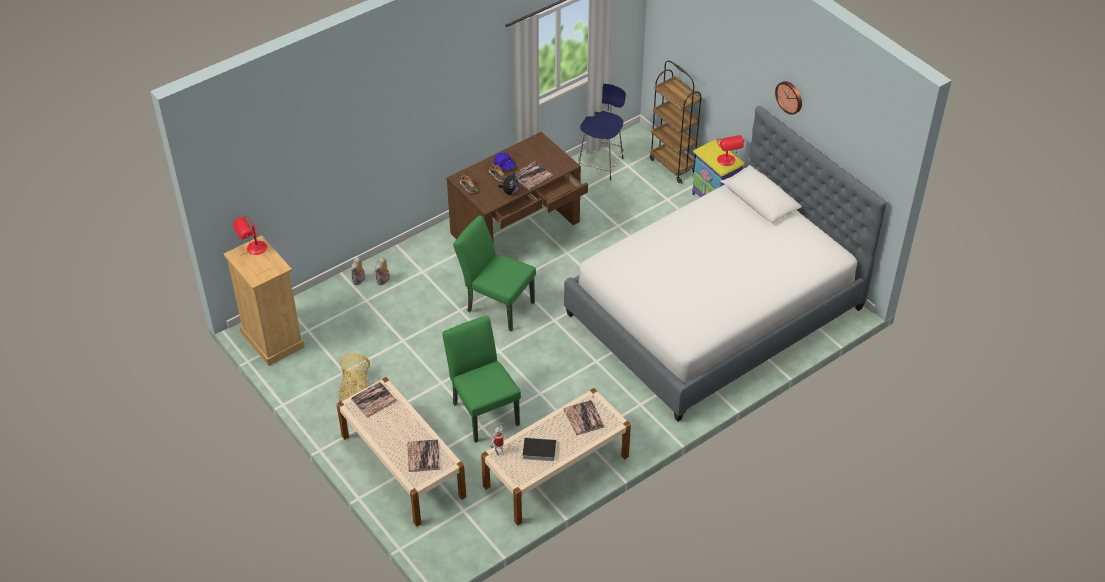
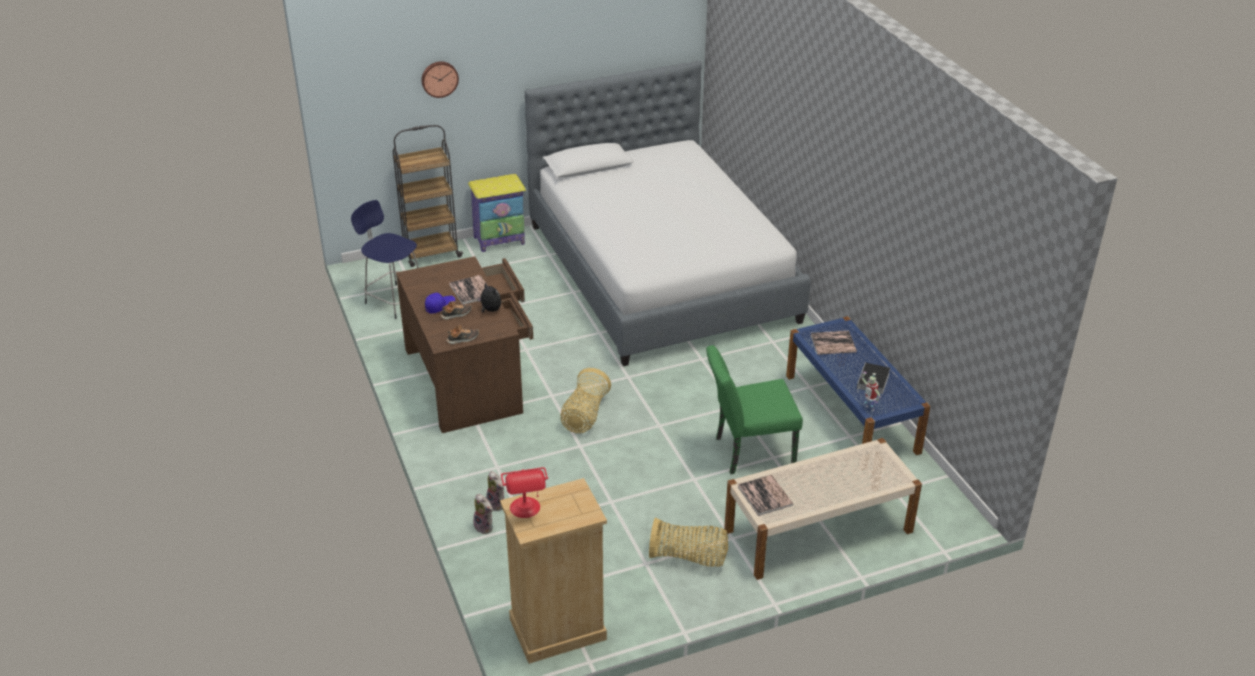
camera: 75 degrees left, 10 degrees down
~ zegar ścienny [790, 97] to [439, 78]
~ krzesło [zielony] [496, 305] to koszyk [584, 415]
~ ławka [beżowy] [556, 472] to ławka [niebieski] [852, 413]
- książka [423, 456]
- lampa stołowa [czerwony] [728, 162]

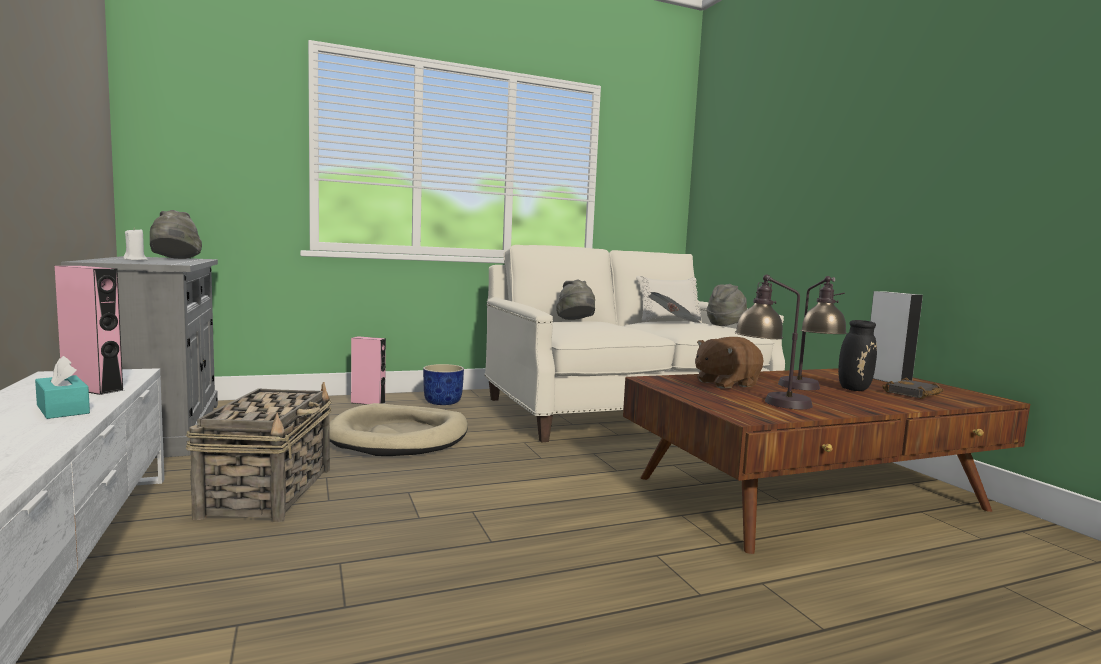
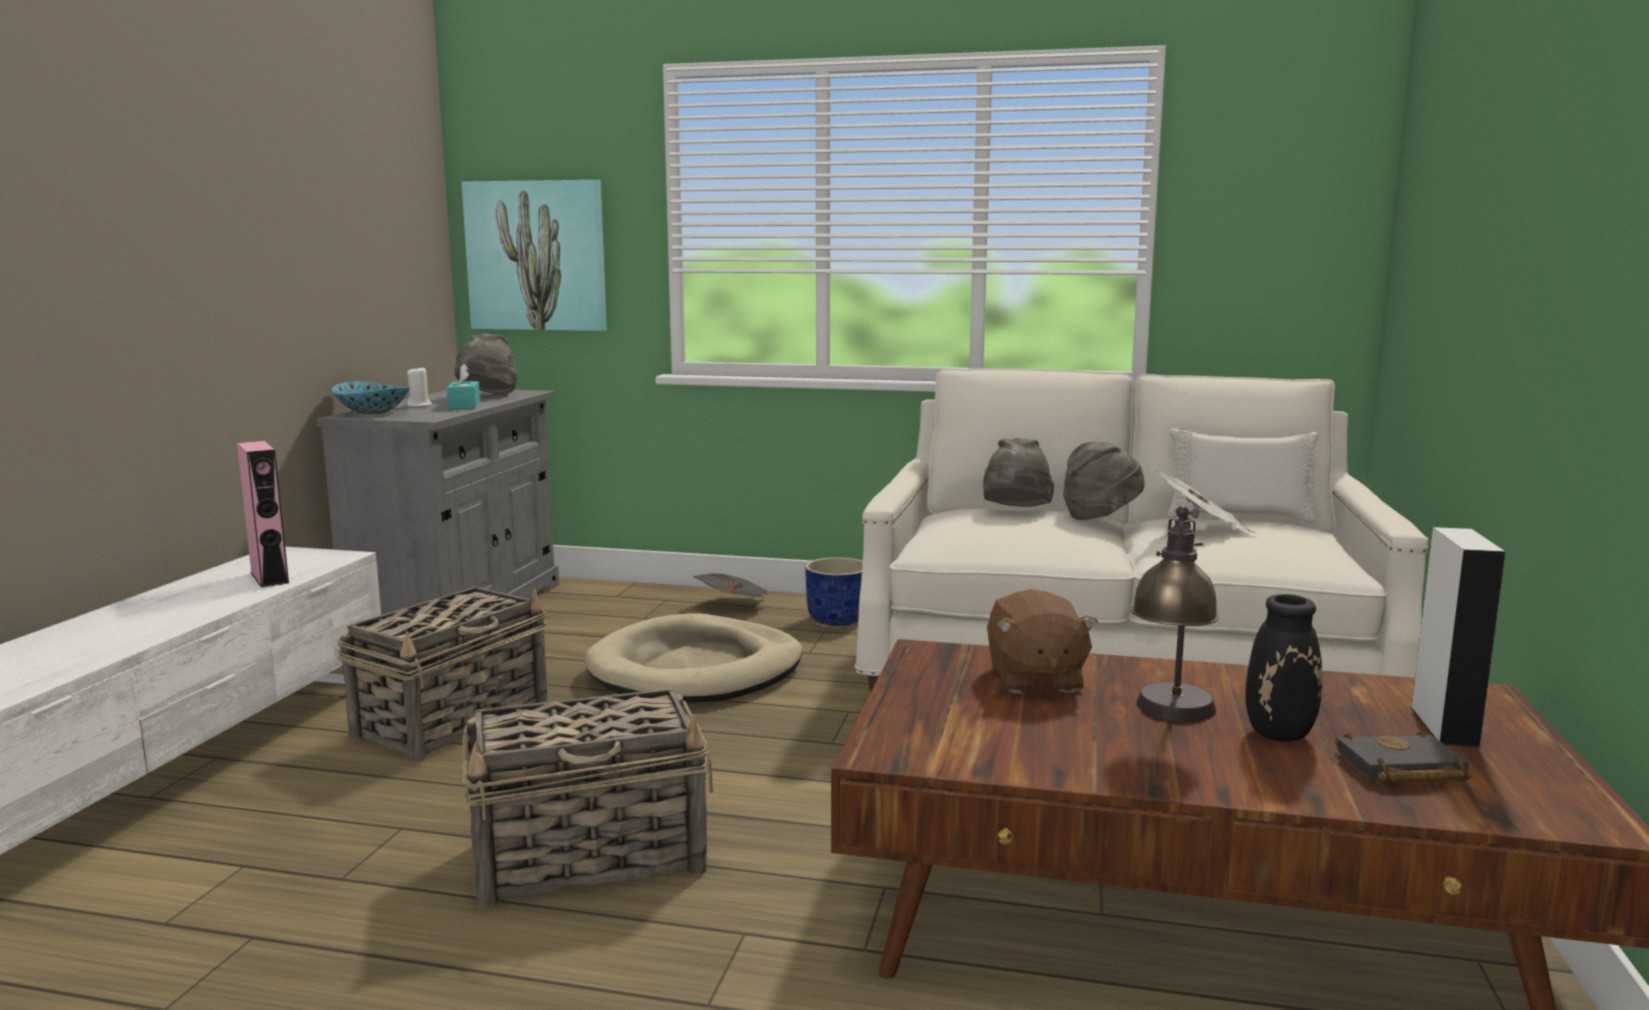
camera: 35 degrees right, 5 degrees up
+ miska [373, 412]
~ pudełko chusteczek [turkusowy] [63, 409] to [464, 405]
+ obraz [536, 256]
+ koszyk [592, 857]
~ głośnik [różowy] [368, 402] to gazeta [734, 606]
~ pluszak [brązowy] [725, 383] = [1034, 679] 105 degrees counterclockwise
~ kapelusz [szary] [725, 324] to [1100, 517]
- lampa stołowa [770, 402]

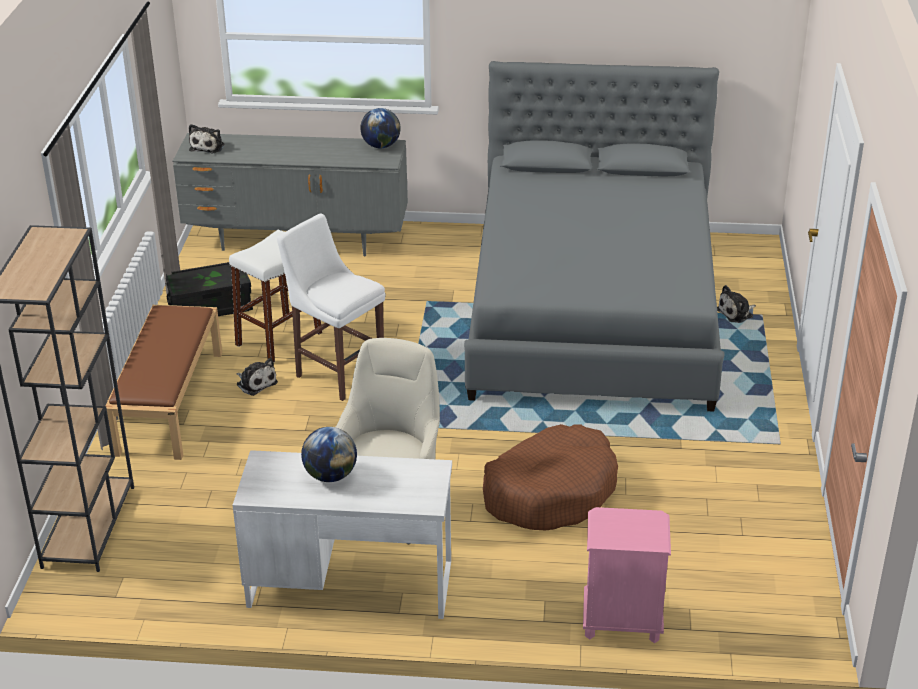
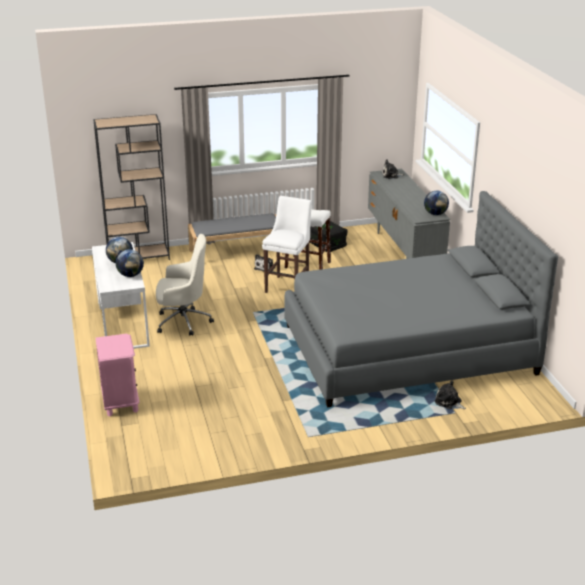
camera: 70 degrees right, 5 degrees down
+ globus [130, 275]
~ ławka [brązowy] [169, 401] to ławka [szary] [237, 252]
- legowisko [brązowy] [550, 492]

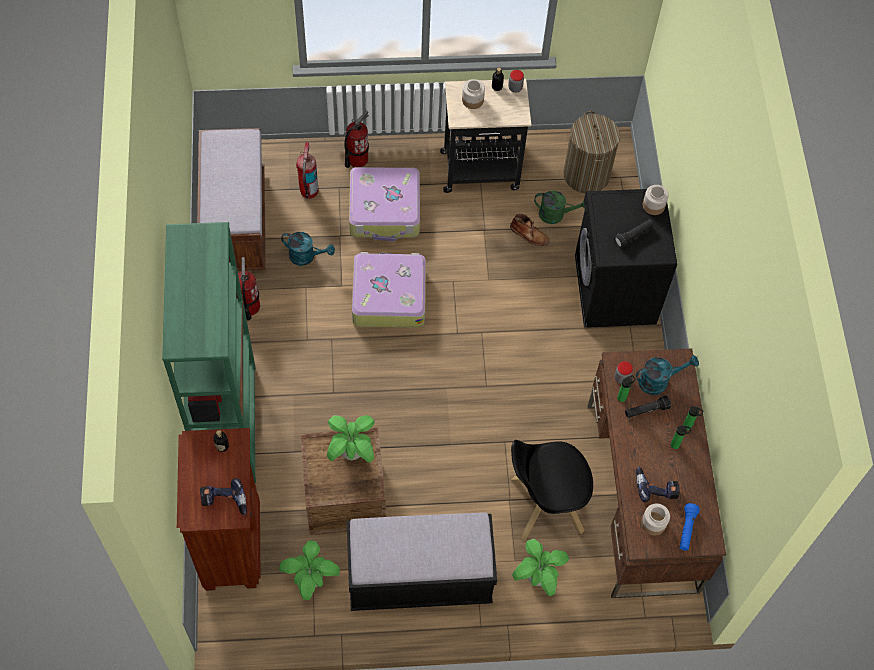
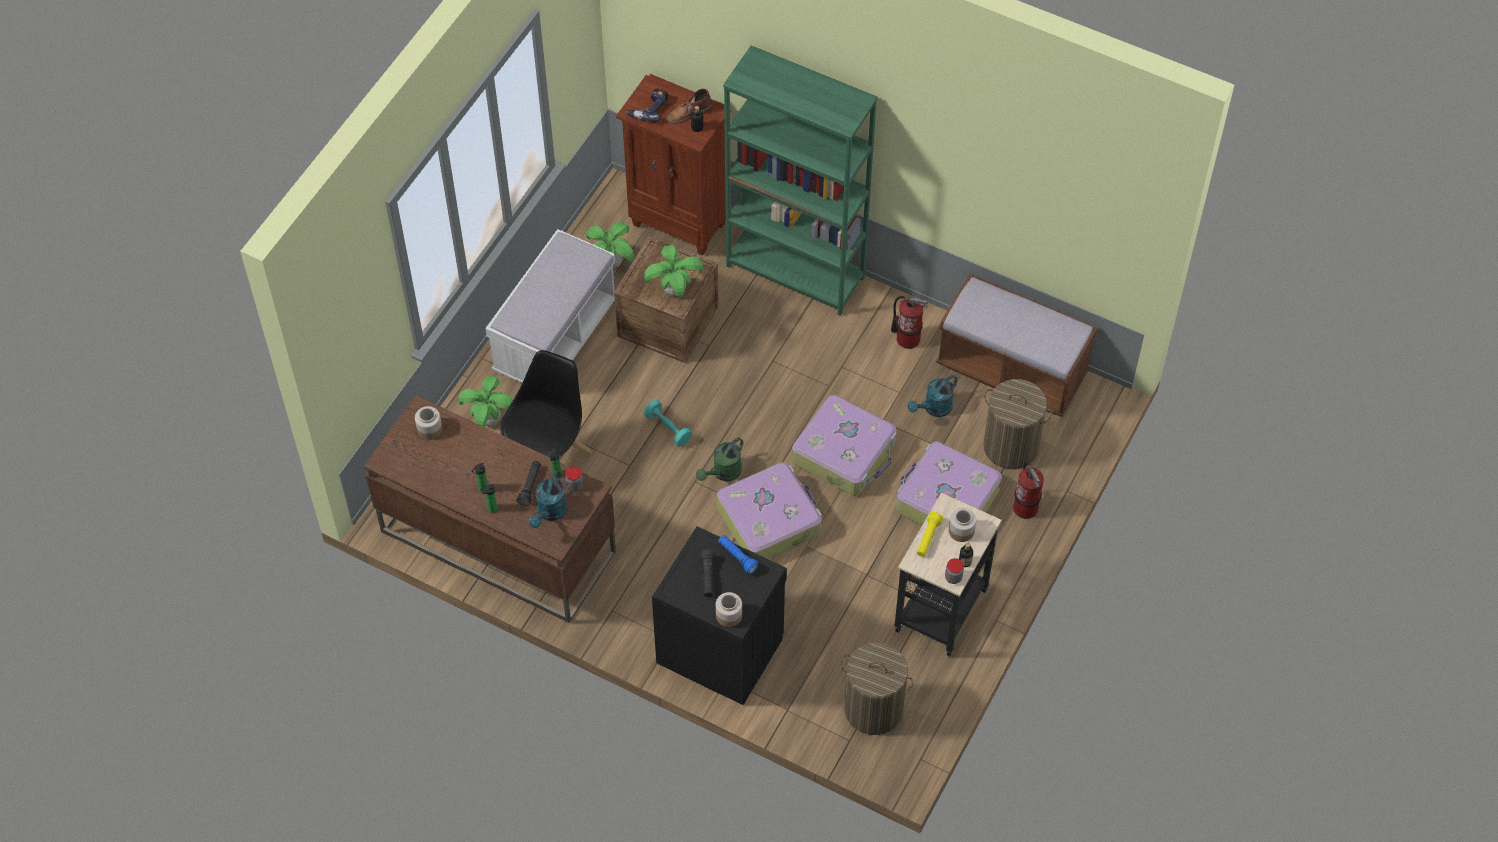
camera: 125 degrees right, 5 degrees down
~ ławka [czarny] [419, 577] to ławka [biały] [555, 337]
+ hantel [turkusowy] [668, 428]
~ but z cholewką [brązowy] [529, 235] to [688, 112]
~ konewka [zielony] [556, 214] to [723, 473]
+ walizka [769, 520]
~ latarka [niebieski] [687, 529] to [737, 557]
+ latarka [żółty] [928, 538]
~ gaśnica [308, 191] to kosz na pranie [1011, 446]
- wiertarka [656, 486]

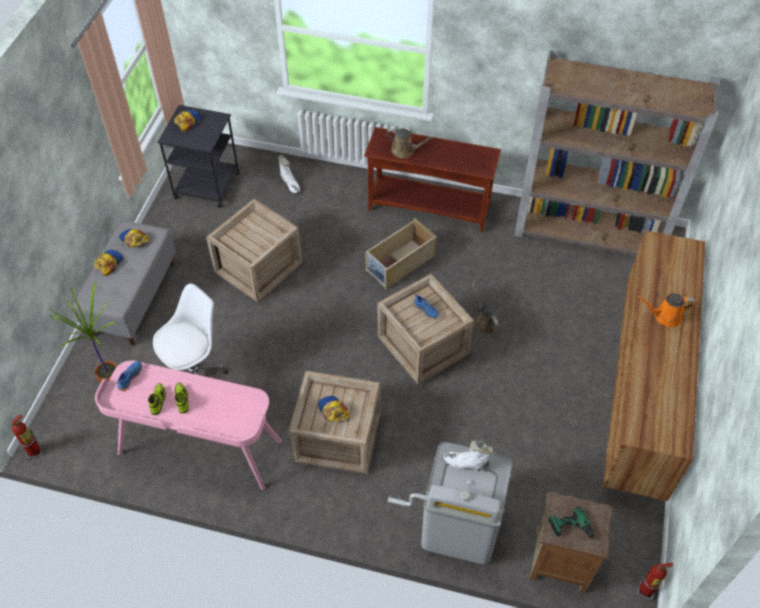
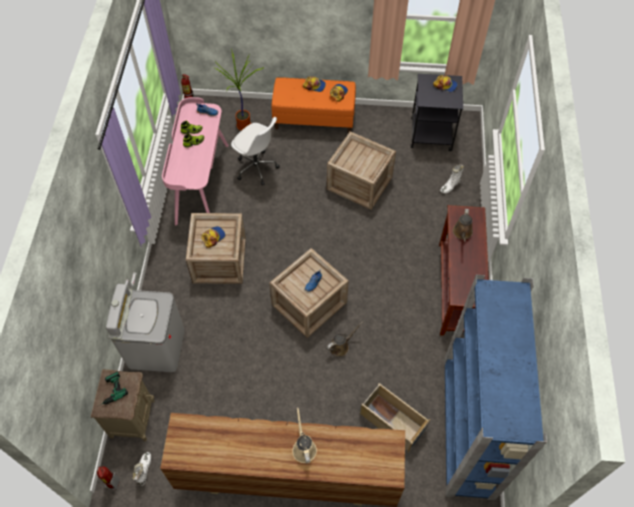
camera: 80 degrees right, 5 degrees up
~ but z cholewką [biały] [466, 463] to [143, 470]
~ ławka [szary] [133, 298] to ławka [pomarańczowy] [314, 119]
~ konewka [pomarańczowy] [665, 316] to konewka [beżowy] [303, 447]
~ pojemnik do przechowywania [beżowy] [400, 264] to [392, 421]
~ regał [brązowy] [589, 231] to regał [niebieski] [468, 427]

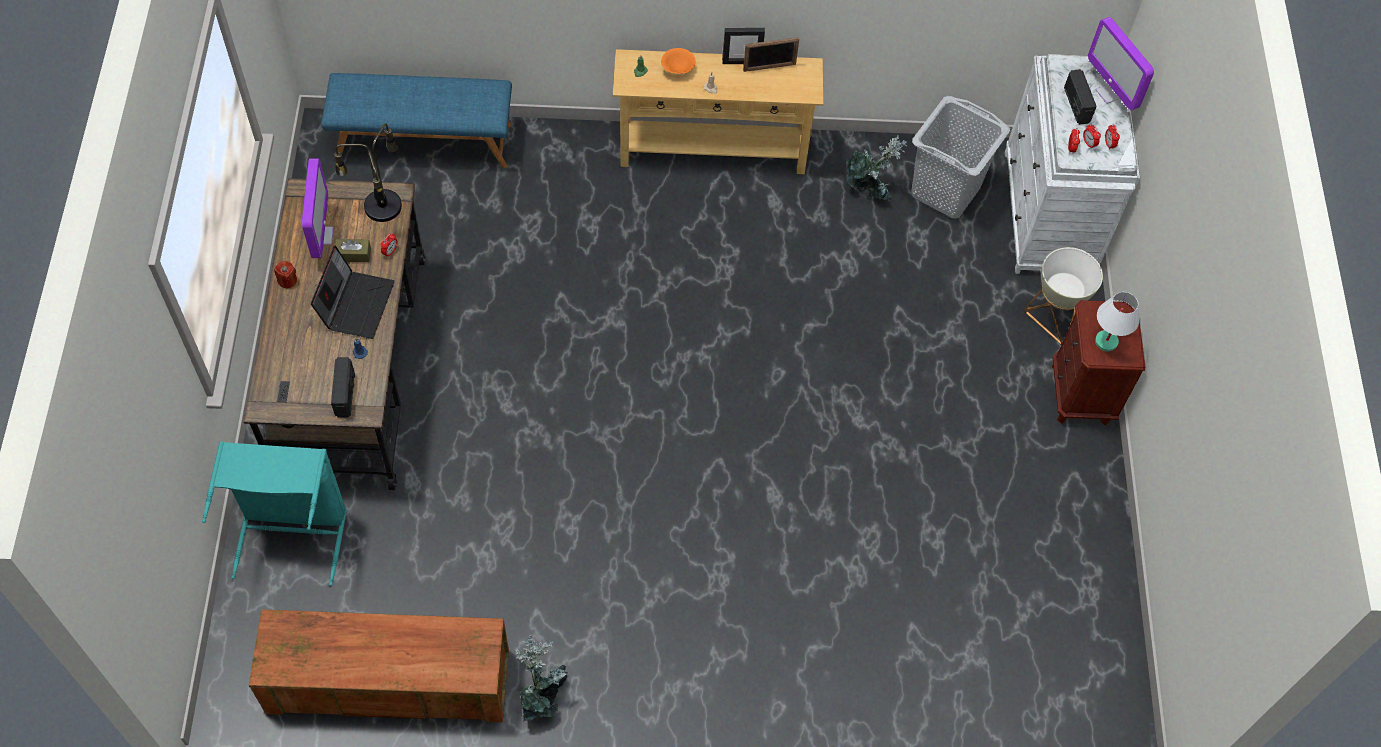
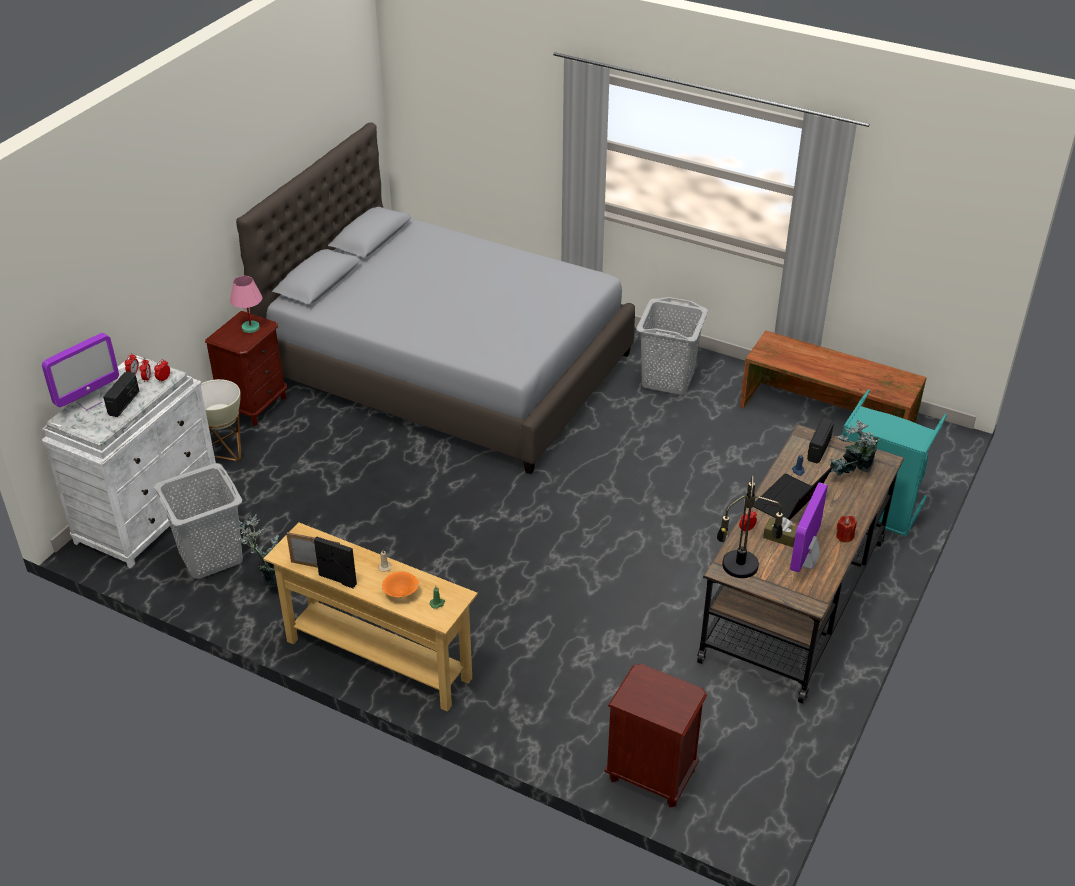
camera: 150 degrees left, 20 degrees down
~ monitor [1110, 93] = [89, 402] 45 degrees clockwise
~ lampa stołowa [biały] [1105, 341] to lampa stołowa [różowy] [251, 328]
+ łóżko [szary] [447, 366]
~ ławka [niebieski] [424, 141] to szafka nocna [brązowy] [651, 775]
+ kosz na pranie [szary] [668, 379]
~ roślina doniczkowa [543, 696] to [851, 476]

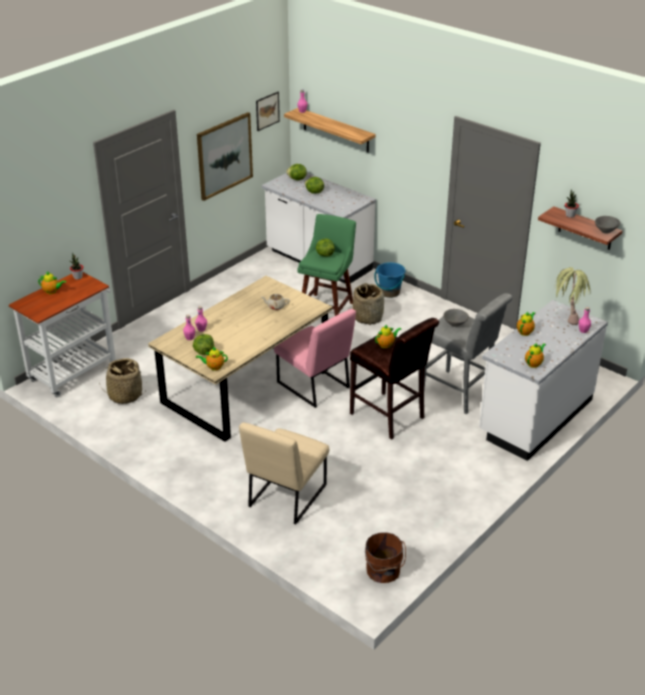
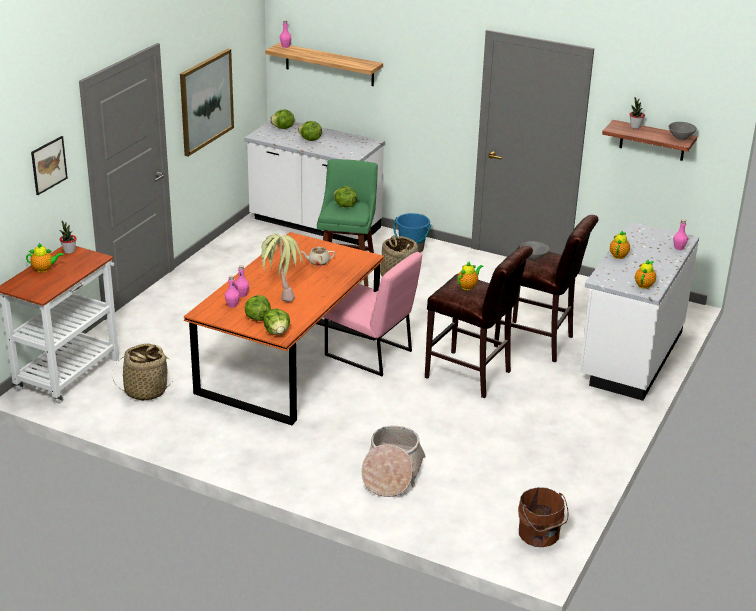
camera: 15 degrees left, 5 degrees down
~ obraz [267, 111] to [48, 165]
~ stół jadalny [beżowy] [246, 387] to stół jadalny [pomarańczowy] [290, 364]
~ roślina doniczkowa [566, 317] to [280, 294]
~ imbryk [213, 367] to sałata [277, 332]
~ krzesło [beżowy] [286, 496] to koszyk [391, 473]
~ stołek [szary] [459, 394] to stołek [brązowy] [538, 343]

